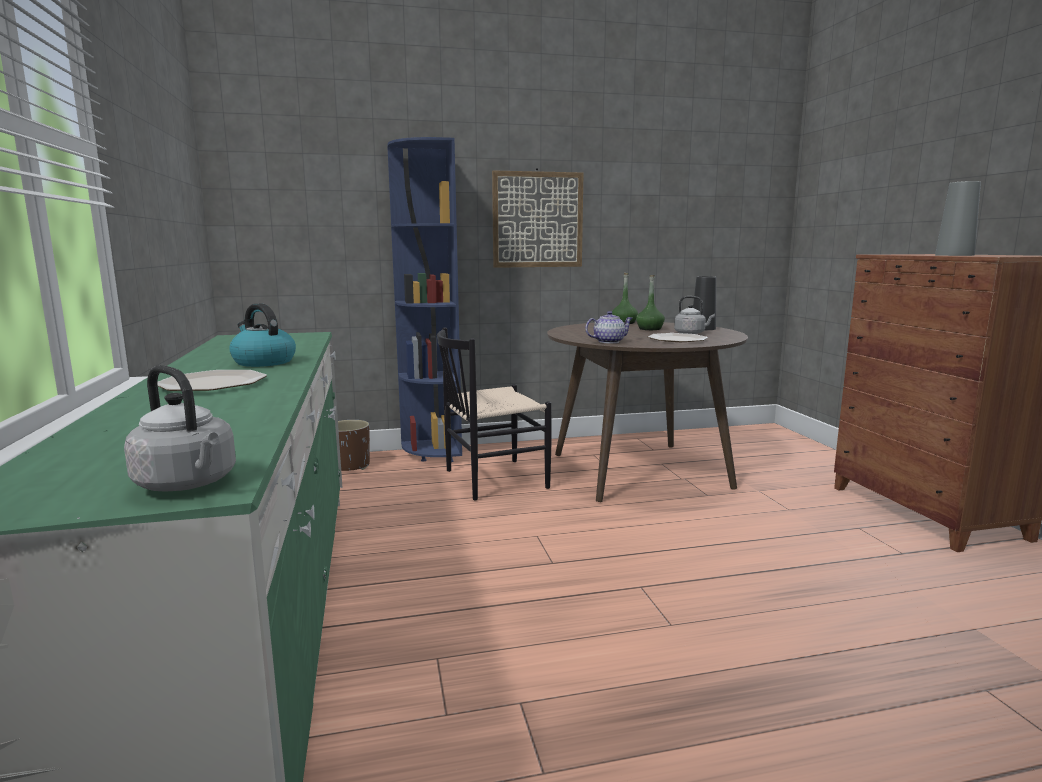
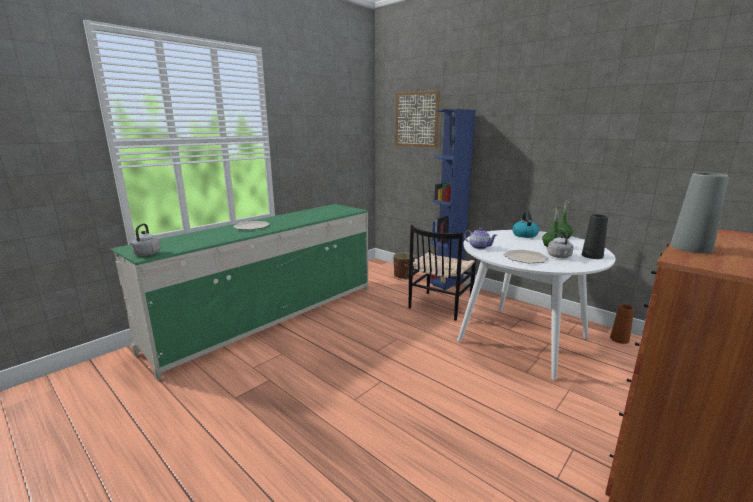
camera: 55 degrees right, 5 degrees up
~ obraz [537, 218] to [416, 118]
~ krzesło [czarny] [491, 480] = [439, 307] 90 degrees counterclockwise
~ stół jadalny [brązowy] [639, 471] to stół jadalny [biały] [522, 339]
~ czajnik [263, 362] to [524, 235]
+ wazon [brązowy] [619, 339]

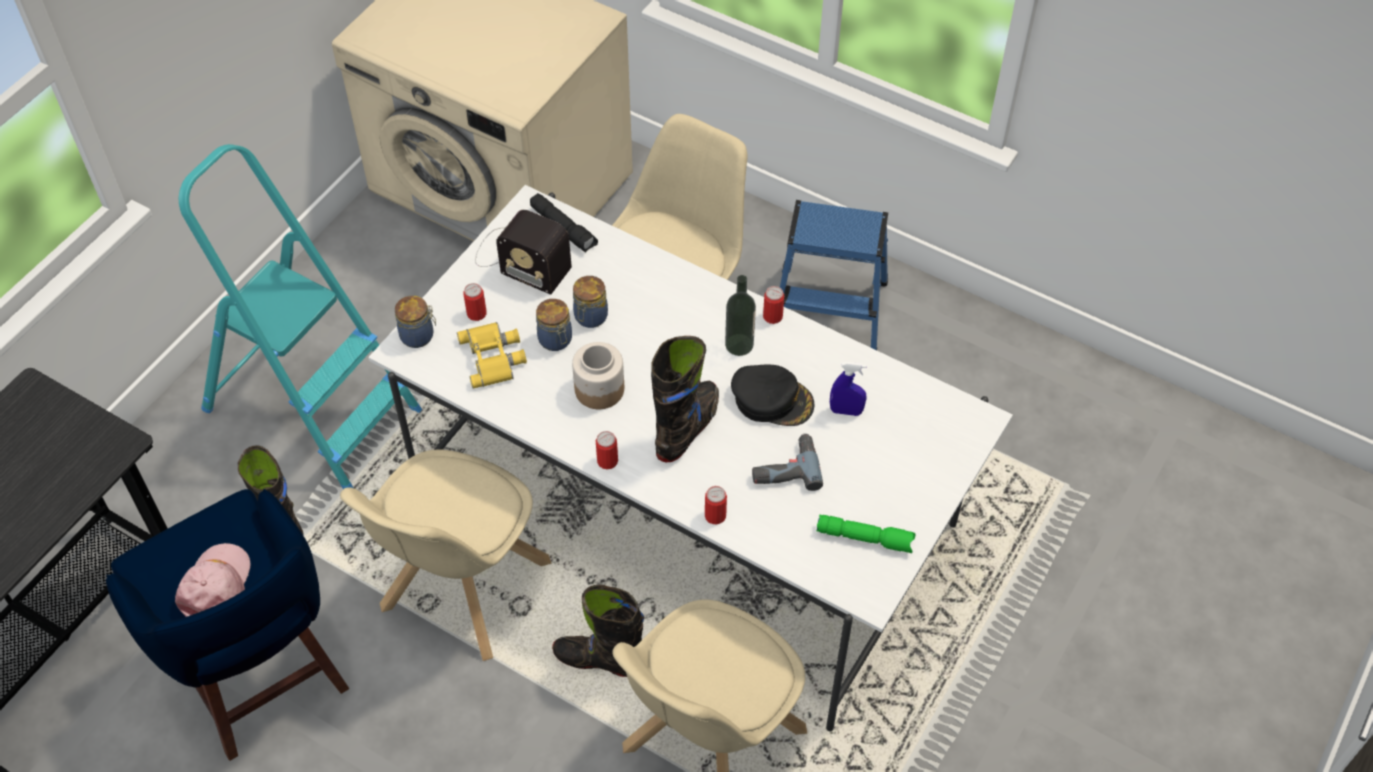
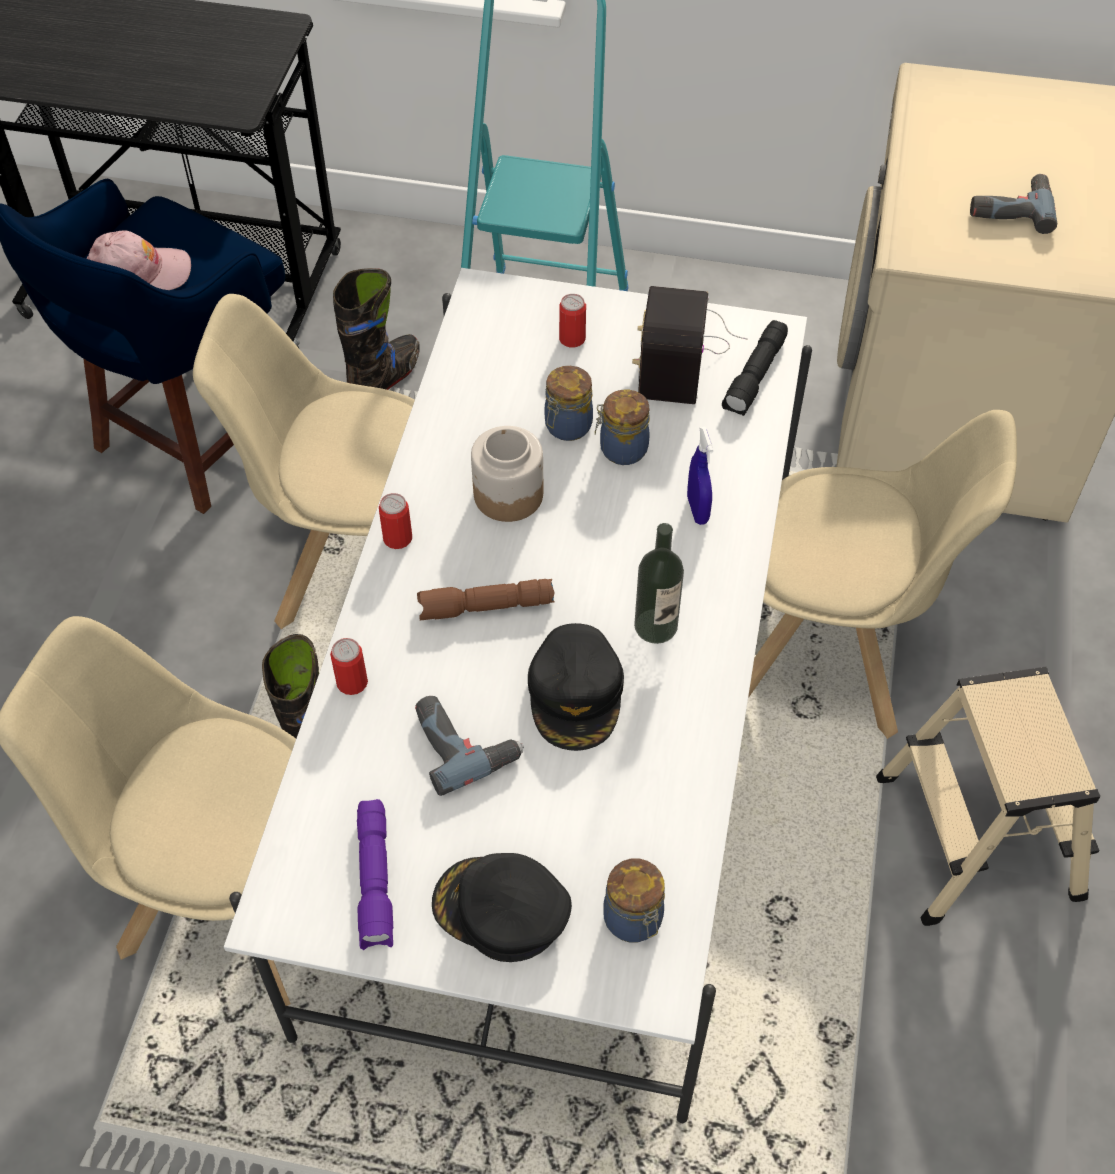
camera: 70 degrees right, 0 degrees up
~ latarka [zielony] [865, 537] to latarka [fioletowy] [376, 881]
~ but z cholewką [czarny] [687, 428] to latarka [brązowy] [485, 608]
+ czapka z daszkiem [czarny] [501, 910]
~ słoik [418, 336] to [634, 920]
~ spryskiwacz [niebieski] [846, 411] to [697, 510]
~ drabinka [niebieski] [829, 311] to drabinka [beżowy] [979, 837]
+ wiertarka [1009, 207]
- lornetka [żółty] [494, 357]
- puszka [772, 316]

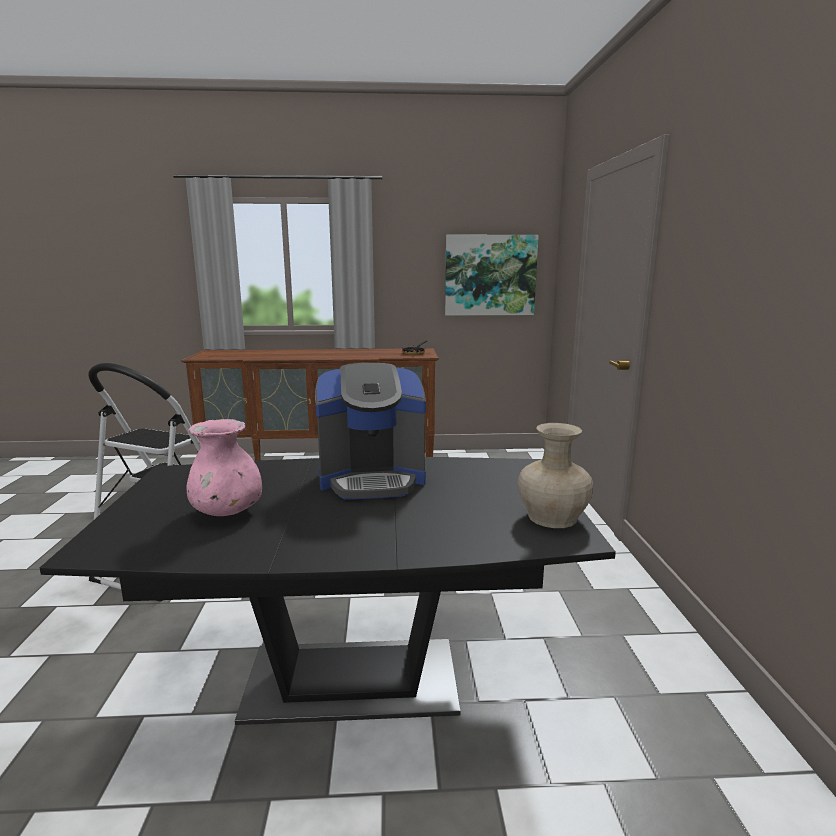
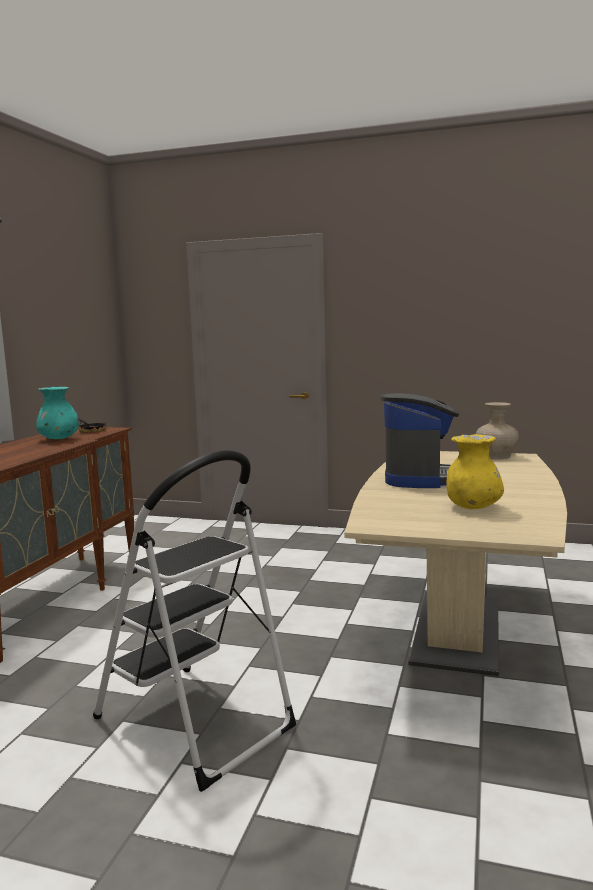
camera: 70 degrees left, 5 degrees down
+ wazon [turkusowy] [59, 439]
~ stół jadalny [czarny] [352, 681] to stół jadalny [beżowy] [457, 630]
~ wazon [różowy] [227, 512] to wazon [żółty] [473, 507]
- obraz [490, 275]

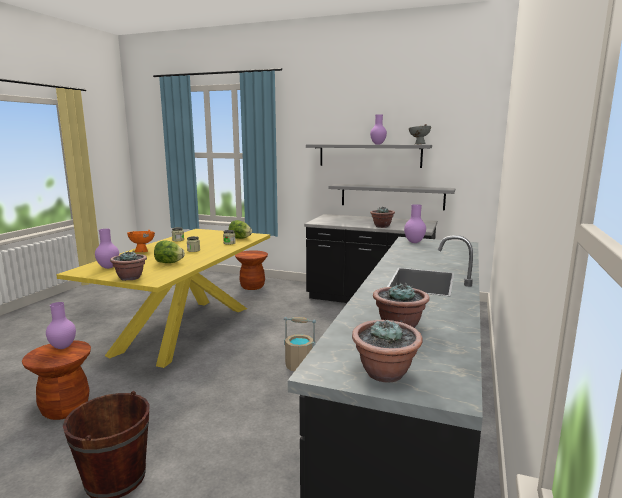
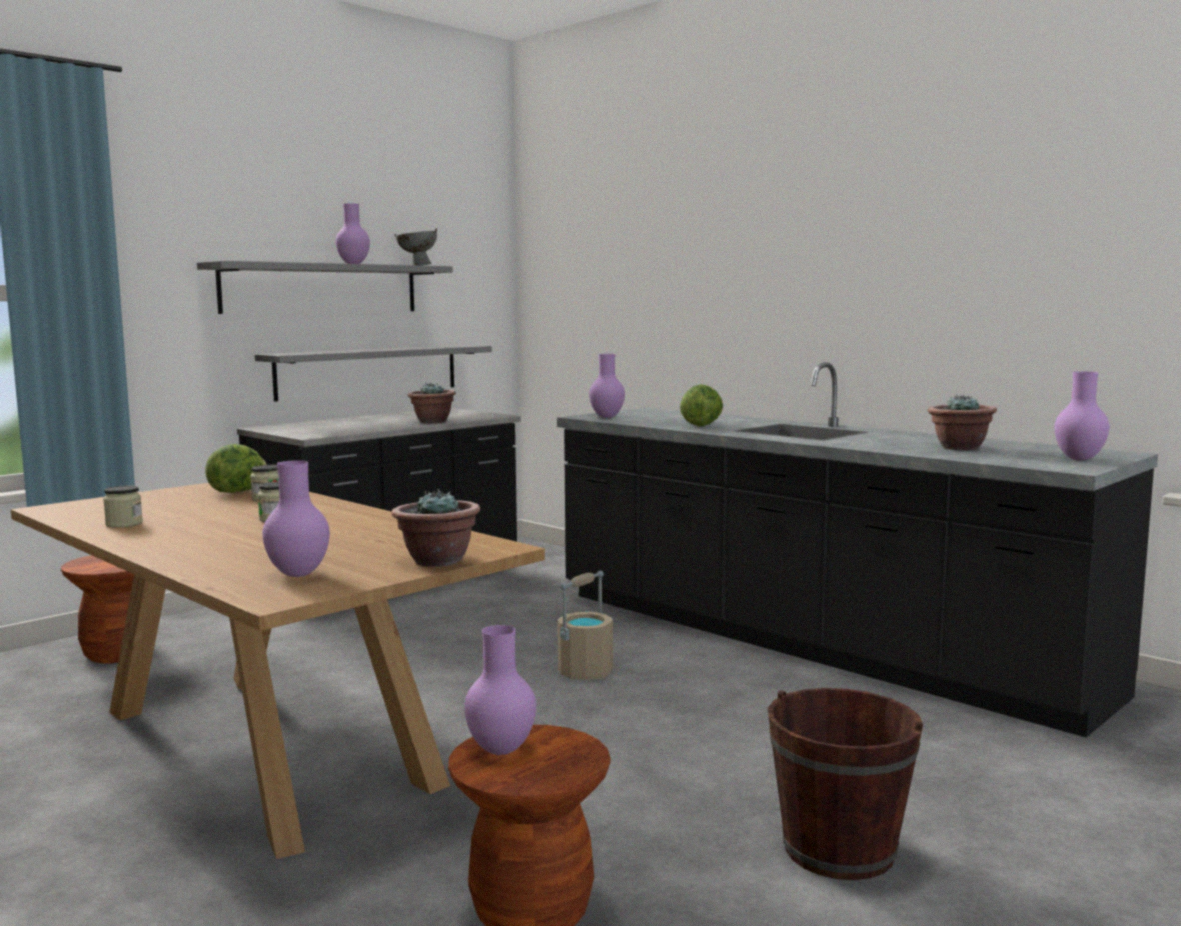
camera: 65 degrees left, 5 degrees down
~ stół jadalny [żółty] [186, 329] to stół jadalny [brązowy] [262, 747]
~ sałata [169, 263] to [701, 425]
~ roślina doniczkowa [385, 373] to wazon [fioletowy] [1080, 459]
- miska [pomarańczowy] [143, 251]

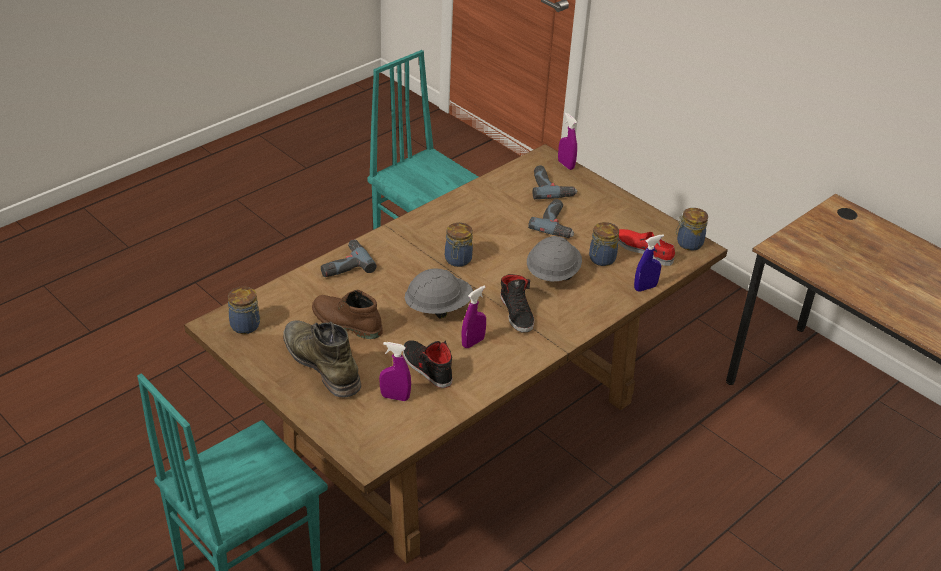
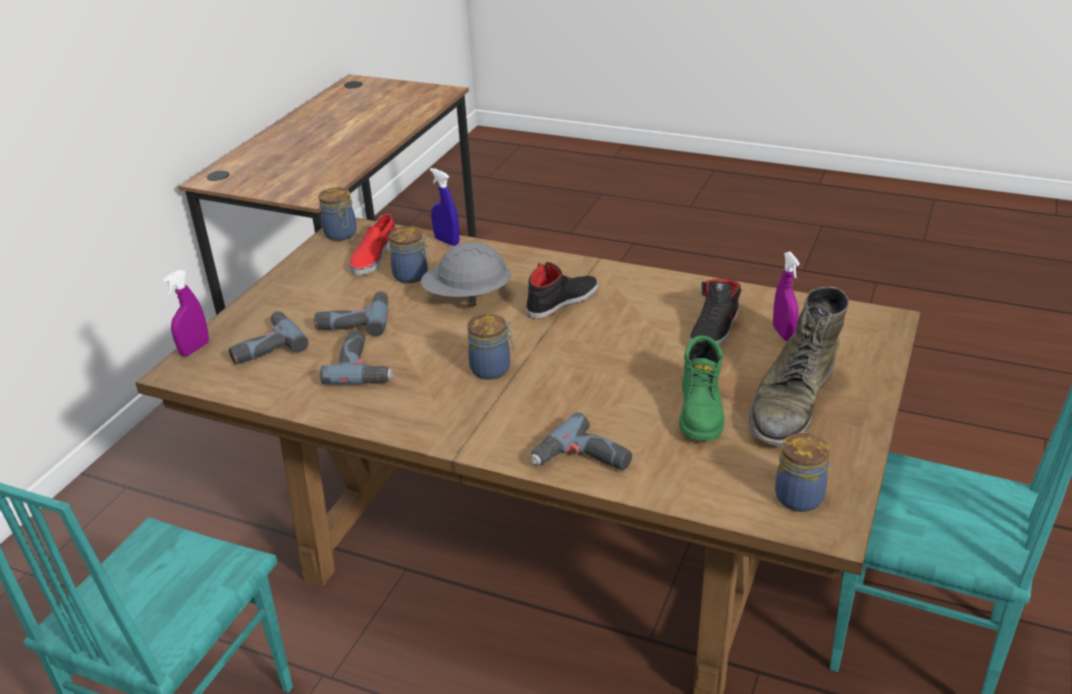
camera: 110 degrees left, 5 degrees down
+ wiertarka [364, 366]
~ but z cholewką [brązowy] [345, 323] to but z cholewką [zielony] [701, 412]
- kask [szary] [438, 308]
- spryskiwacz [fioletowy] [473, 342]

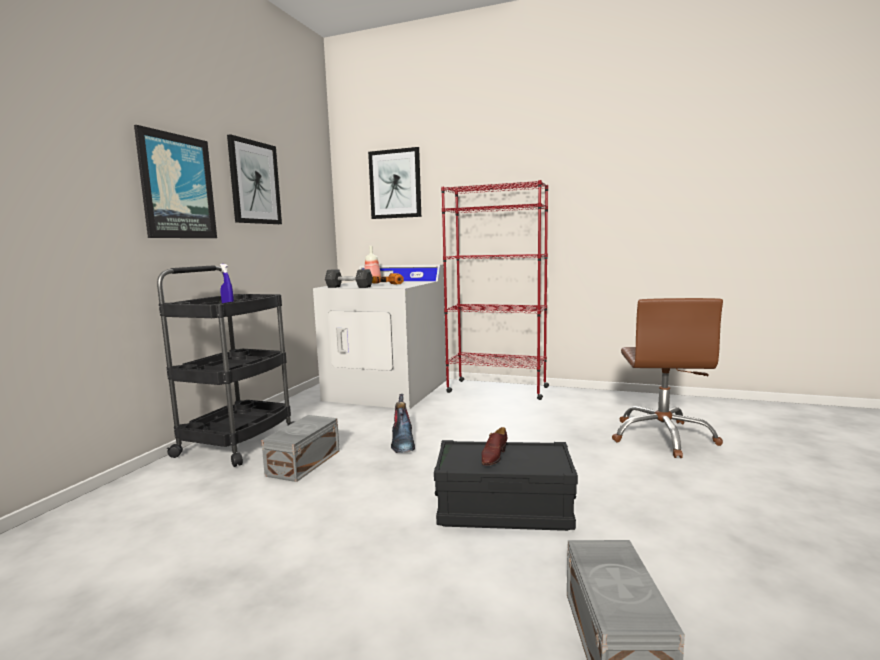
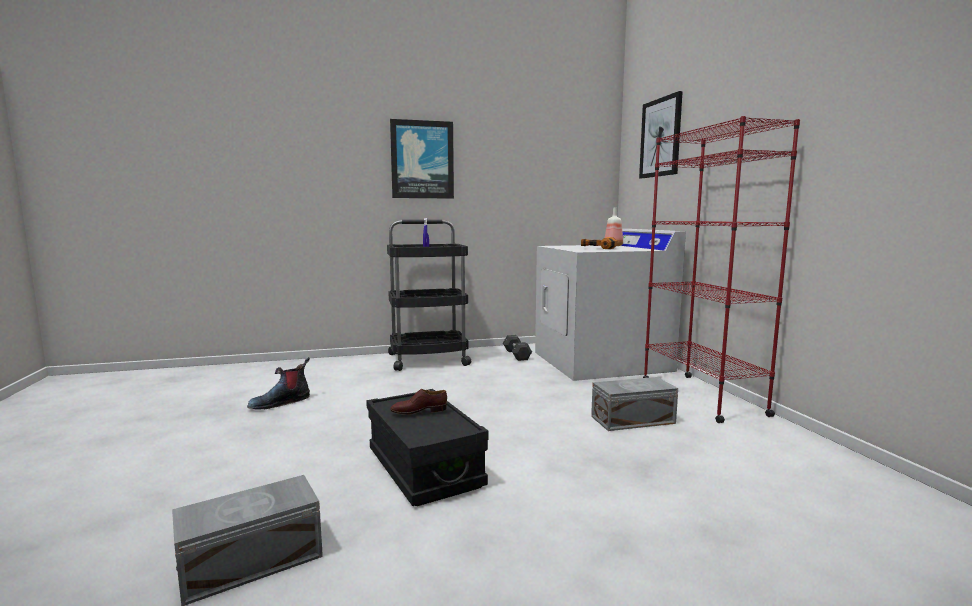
camera: 55 degrees right, 0 degrees up
~ but z cholewką [402, 443] to [280, 402]
~ hantel [szary] [349, 287] to [516, 355]
~ pojemnik do przechowywania [szary] [302, 463] to [631, 419]
- obraz [254, 182]
- krzesło biurowe [brązowy] [662, 437]

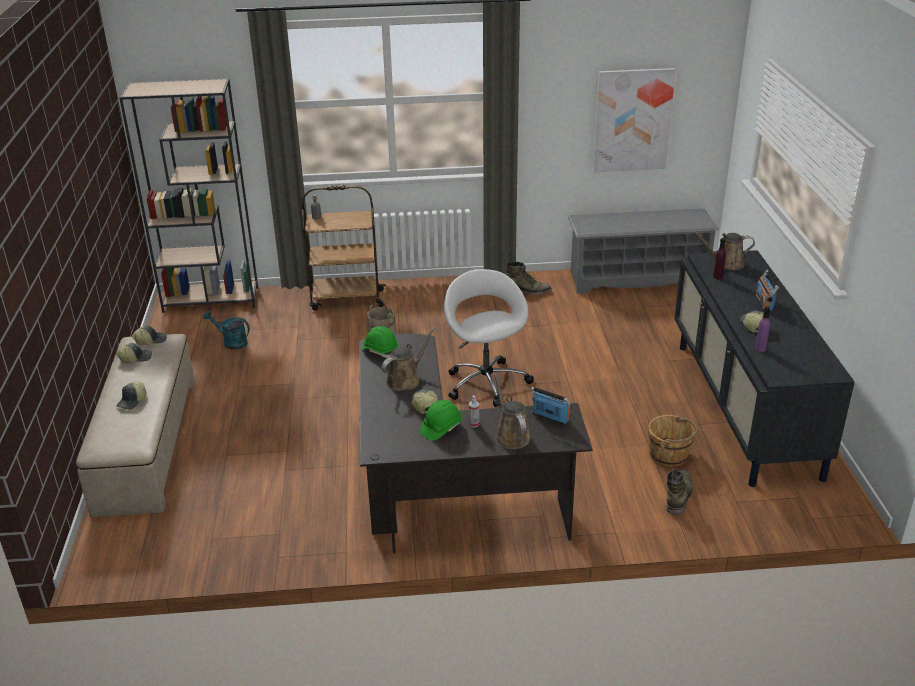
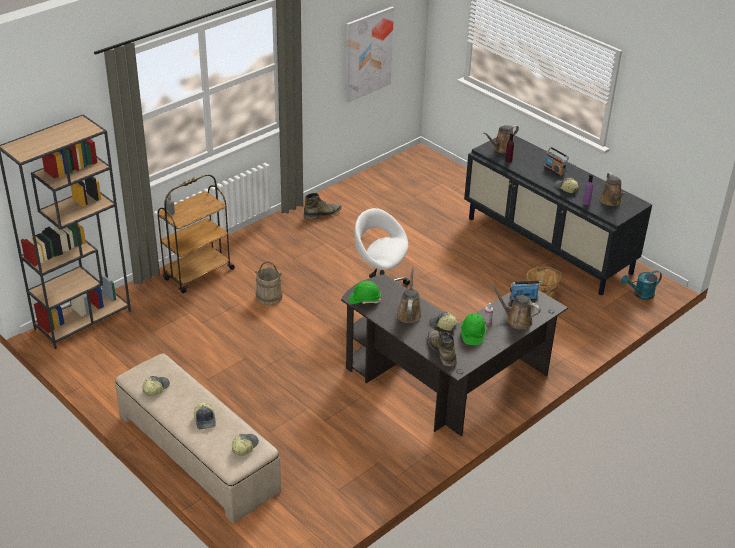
camera: 40 degrees left, 5 degrees up
~ czapka z daszkiem [151, 340] to [244, 446]
~ but z cholewką [zielony] [678, 495] to [441, 350]
+ konewka [brązowy] [611, 201]
~ konewka [turkusowy] [231, 342] to [640, 294]
- regał na buty [szary] [637, 278]

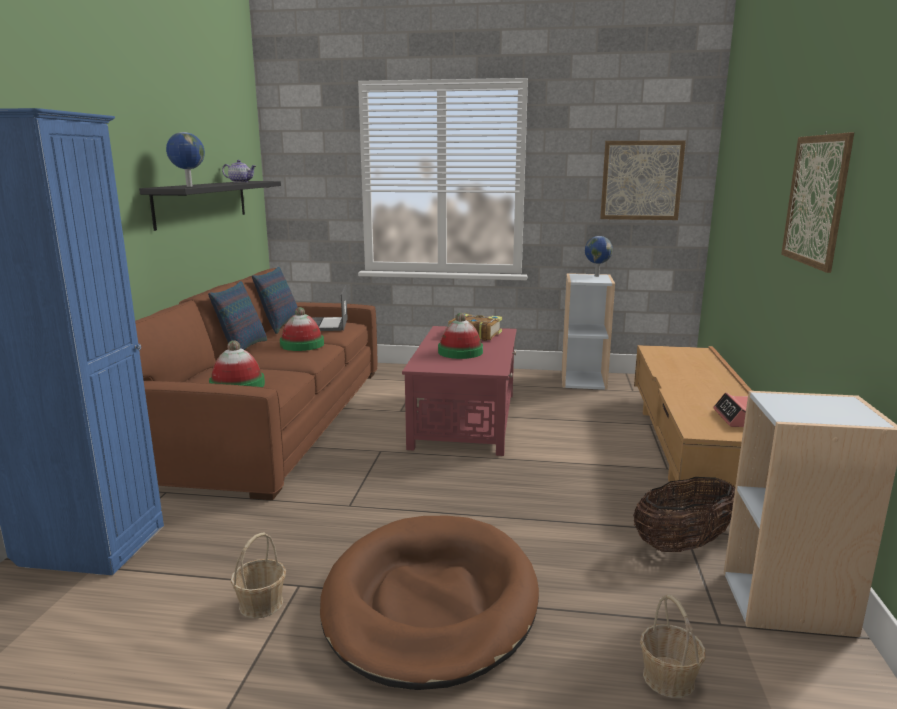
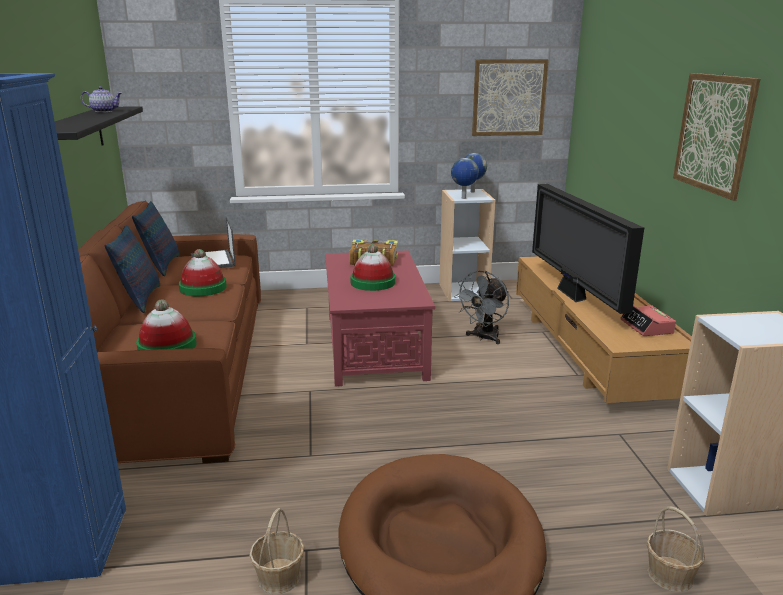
camera: 15 degrees left, 5 degrees up
~ globus [188, 186] to [463, 198]
+ wentylator [szary] [483, 338]
+ telewizor [572, 295]
- koszyk [683, 544]

